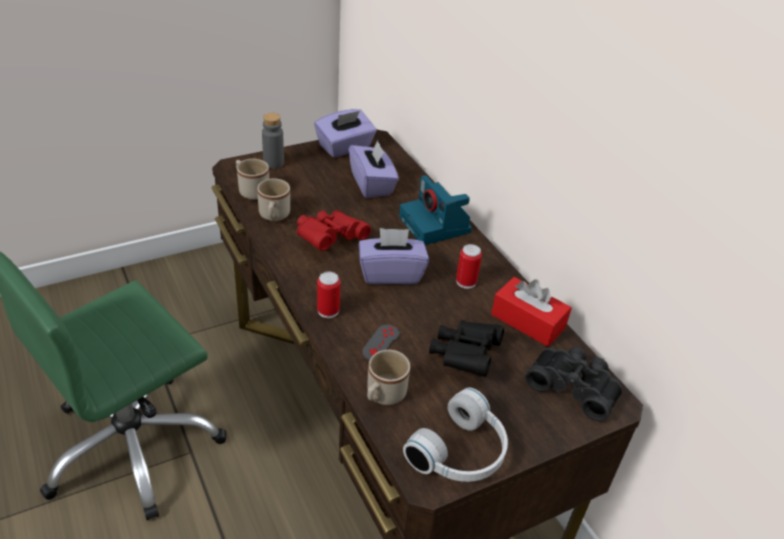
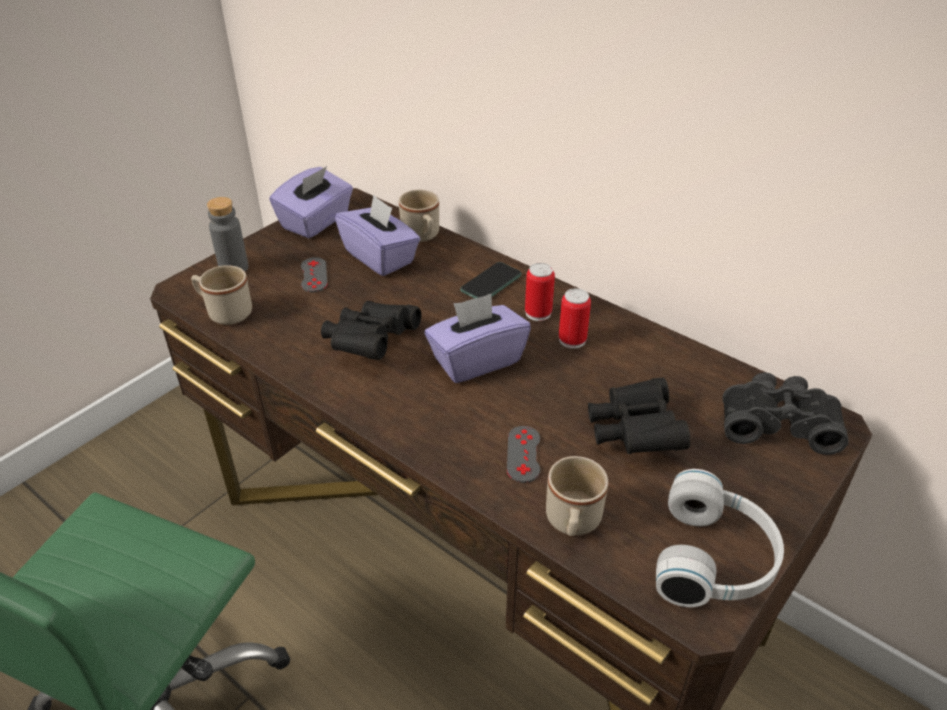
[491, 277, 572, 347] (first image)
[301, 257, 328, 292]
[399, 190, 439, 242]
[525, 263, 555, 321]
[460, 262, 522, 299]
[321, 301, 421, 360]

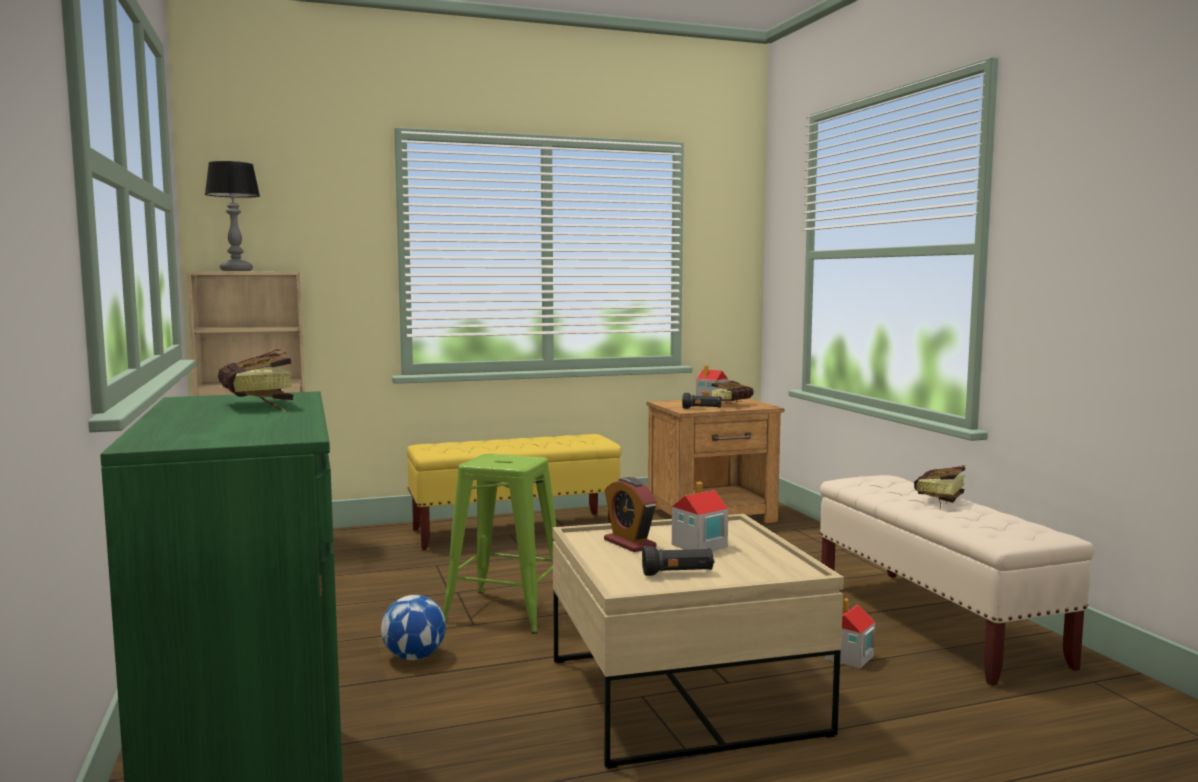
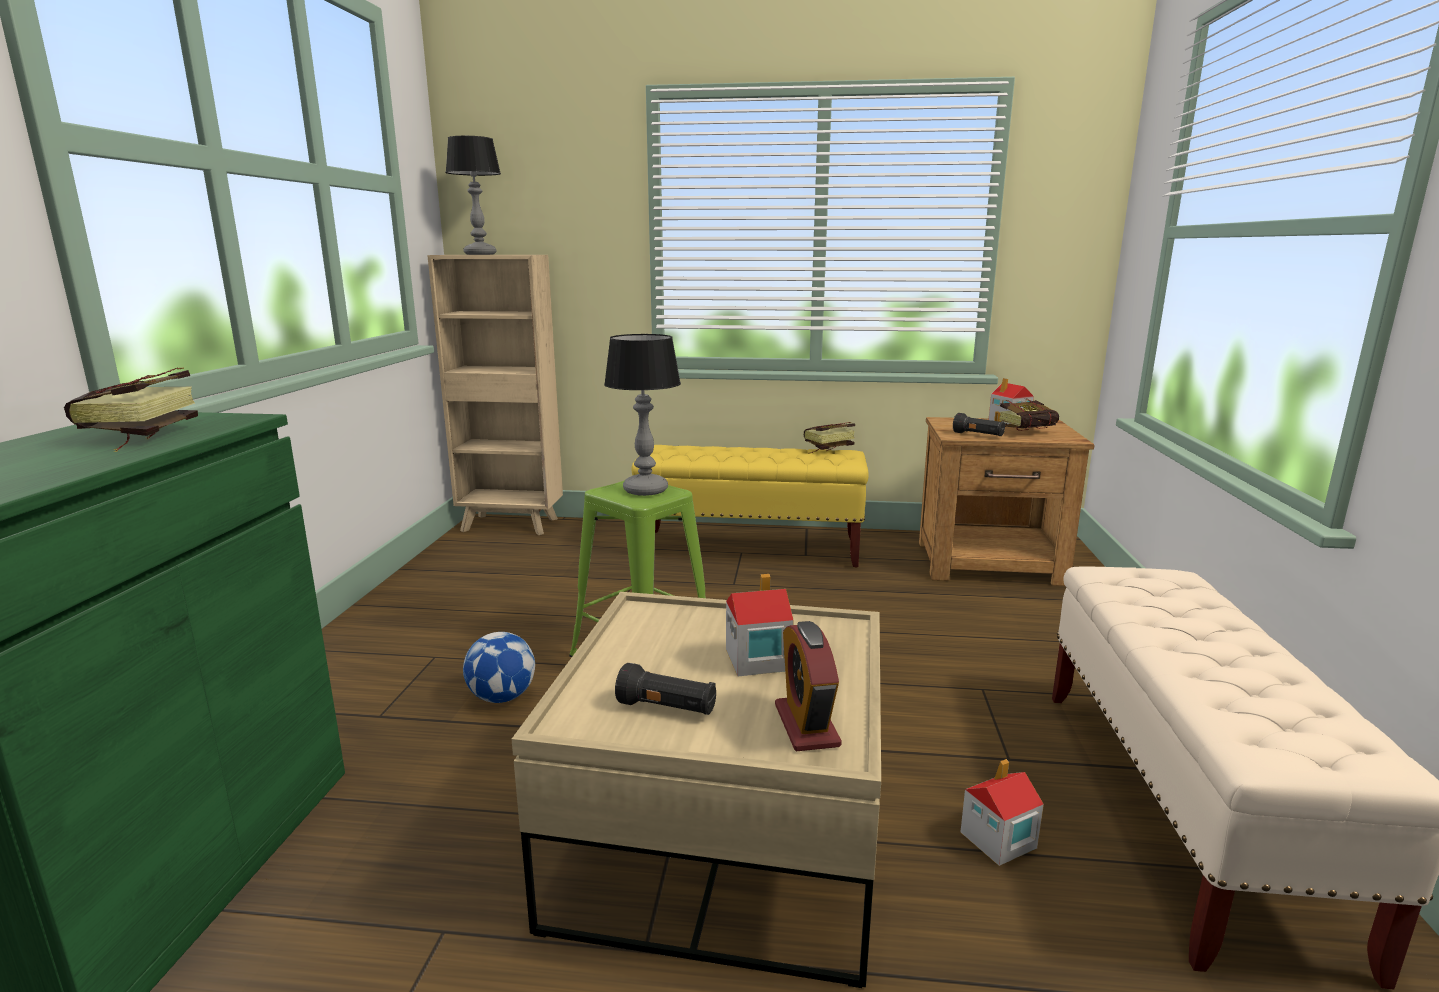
[604, 334, 681, 496]
[775, 621, 842, 751]
[804, 422, 855, 454]

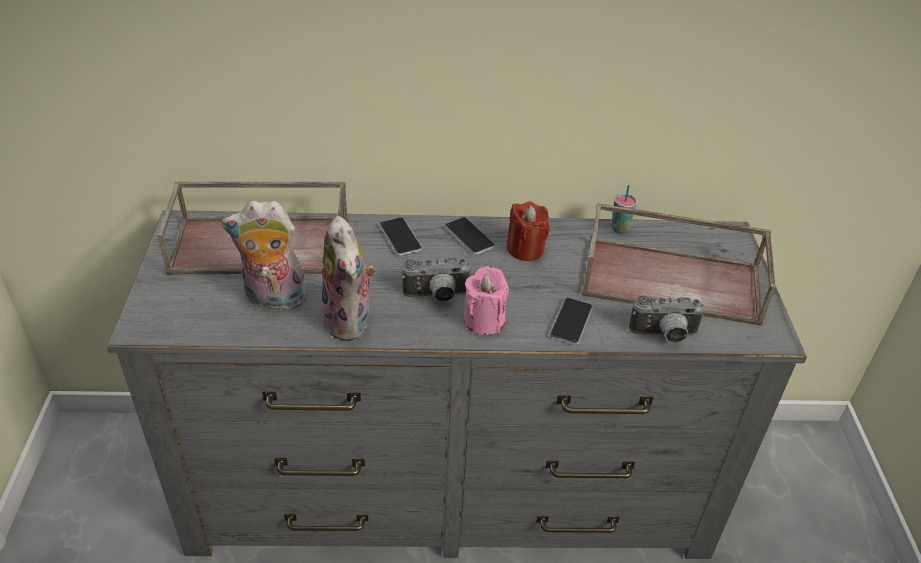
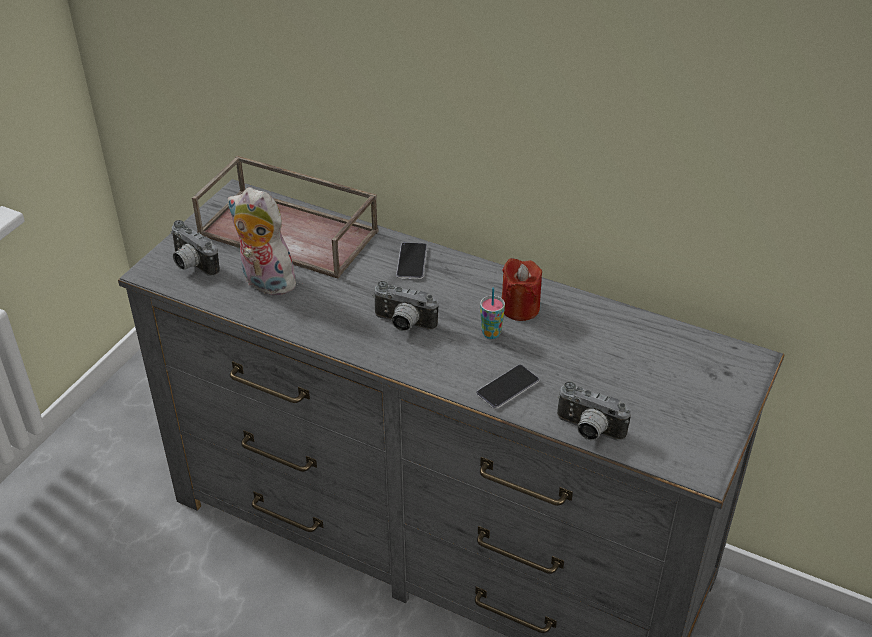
[321, 216, 376, 341] (first image)
[445, 217, 495, 255] (first image)
[464, 266, 509, 335] (first image)
[582, 203, 776, 326] (first image)
[171, 220, 220, 277]
[480, 287, 505, 339]

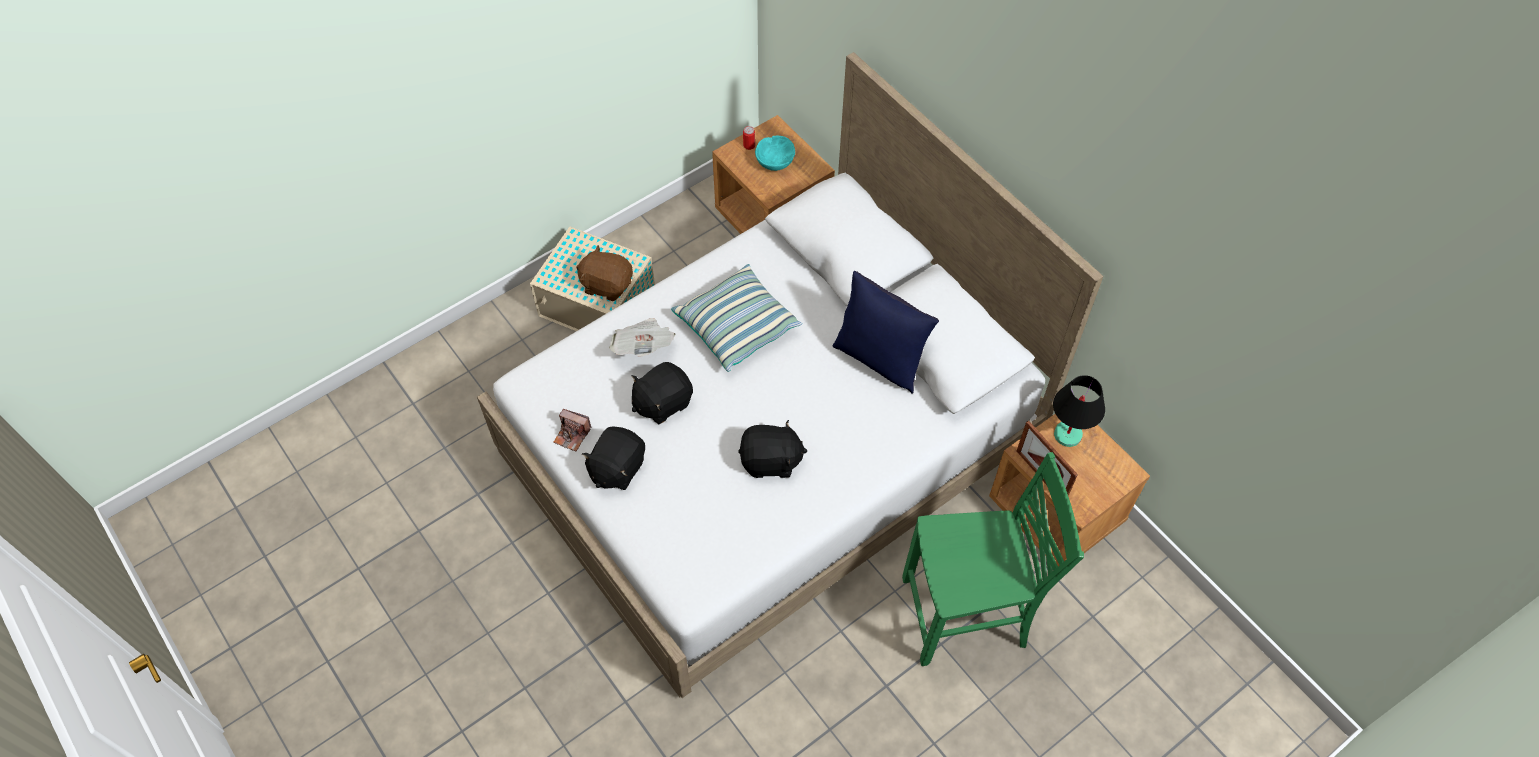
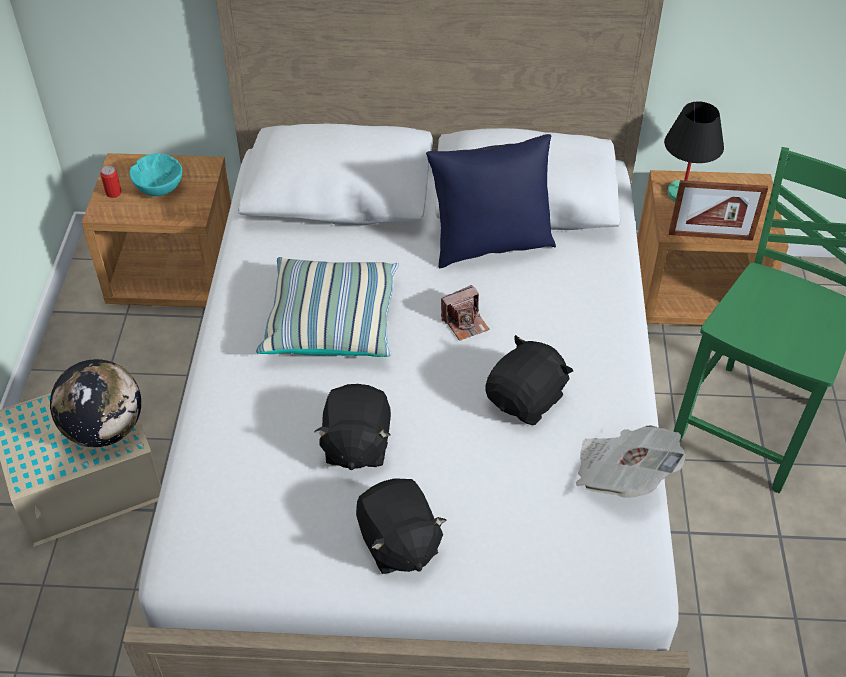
[441, 285, 489, 341]
[576, 425, 686, 498]
[50, 359, 141, 447]

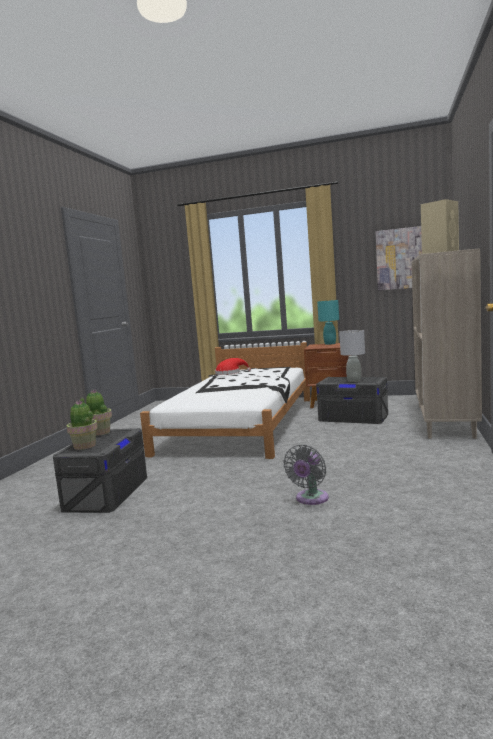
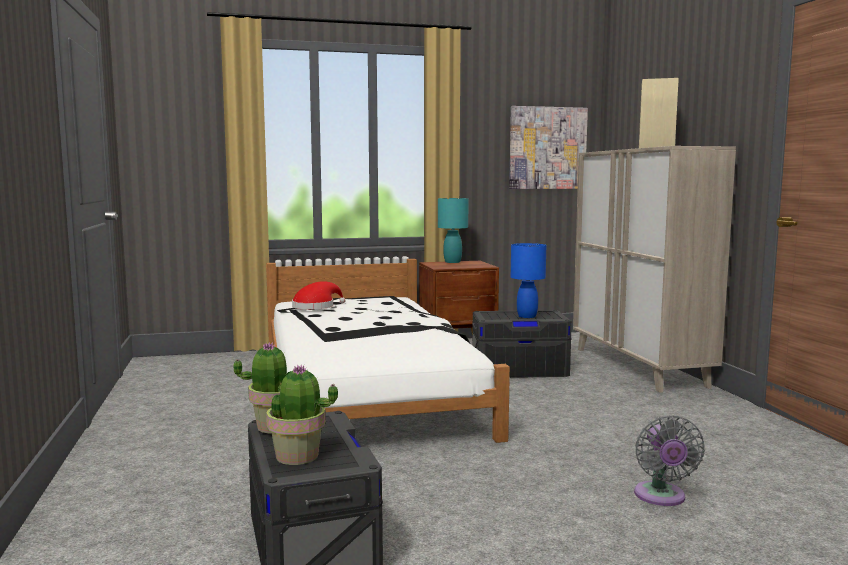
[511, 243, 546, 318]

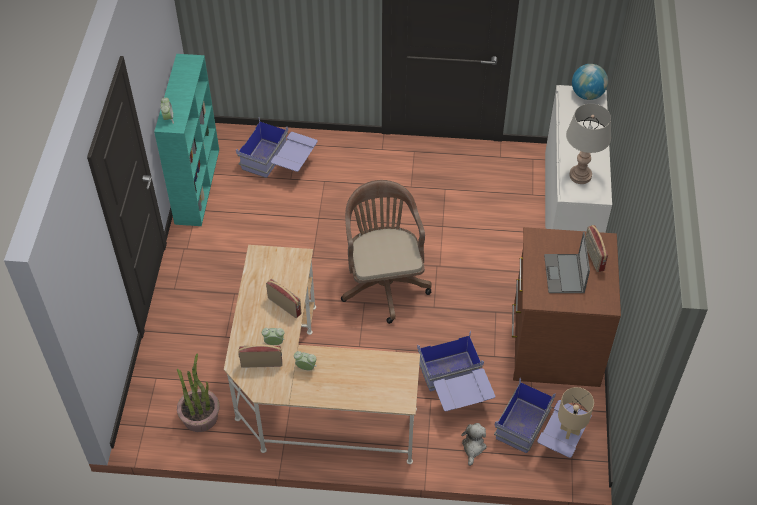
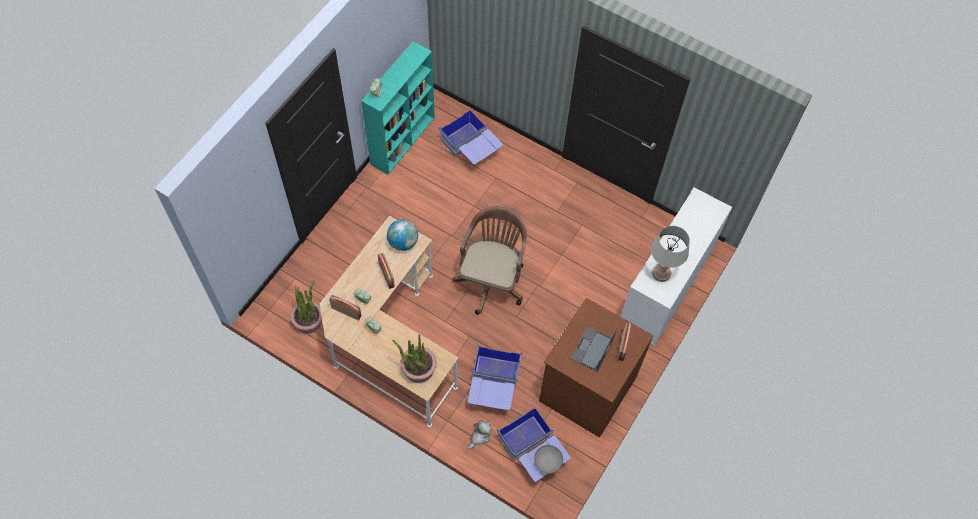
[392, 334, 437, 383]
[387, 219, 418, 251]
[534, 445, 563, 473]

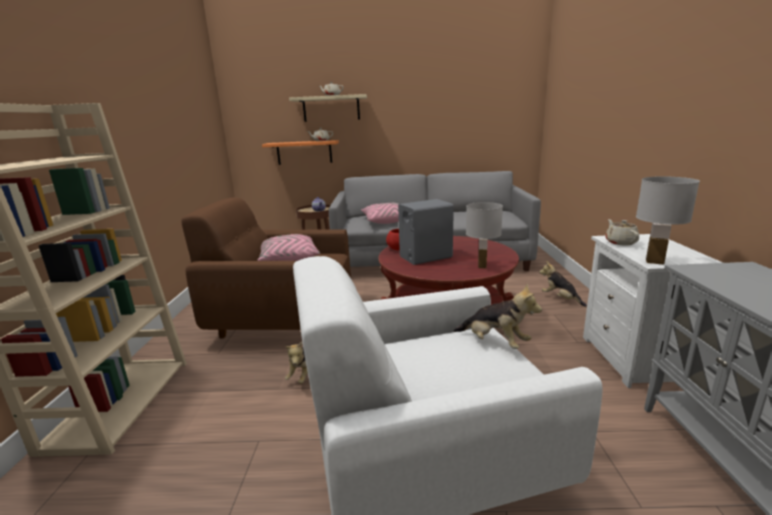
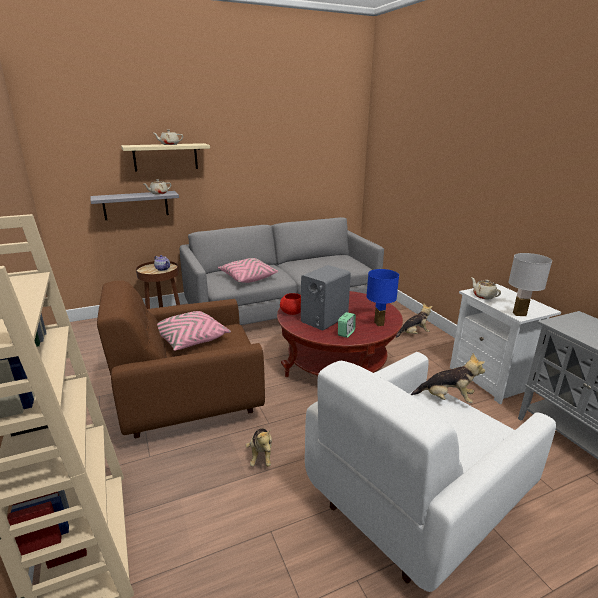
[338, 312, 356, 338]
[91, 191, 179, 220]
[366, 269, 399, 326]
[396, 303, 433, 338]

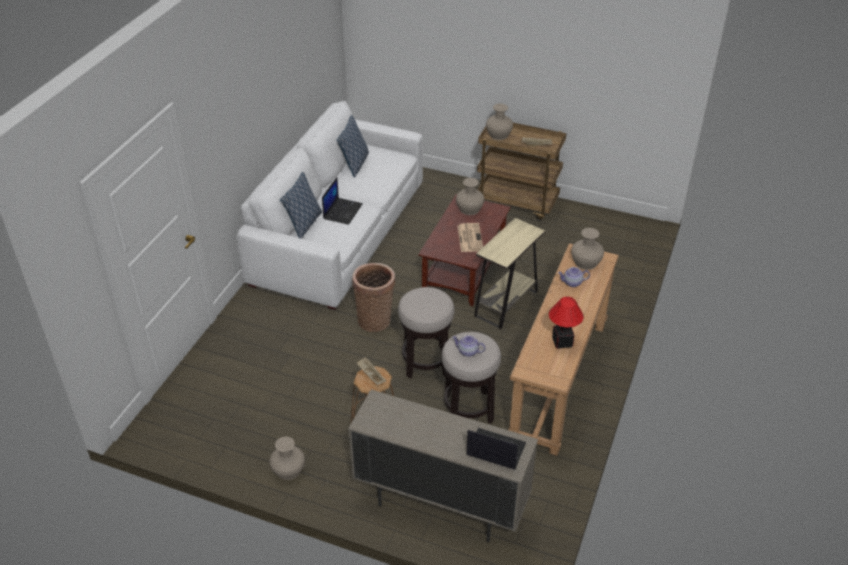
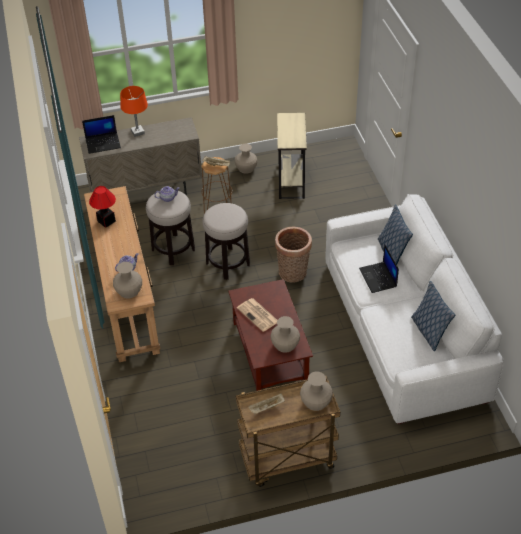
[120, 86, 148, 137]
[277, 113, 307, 199]

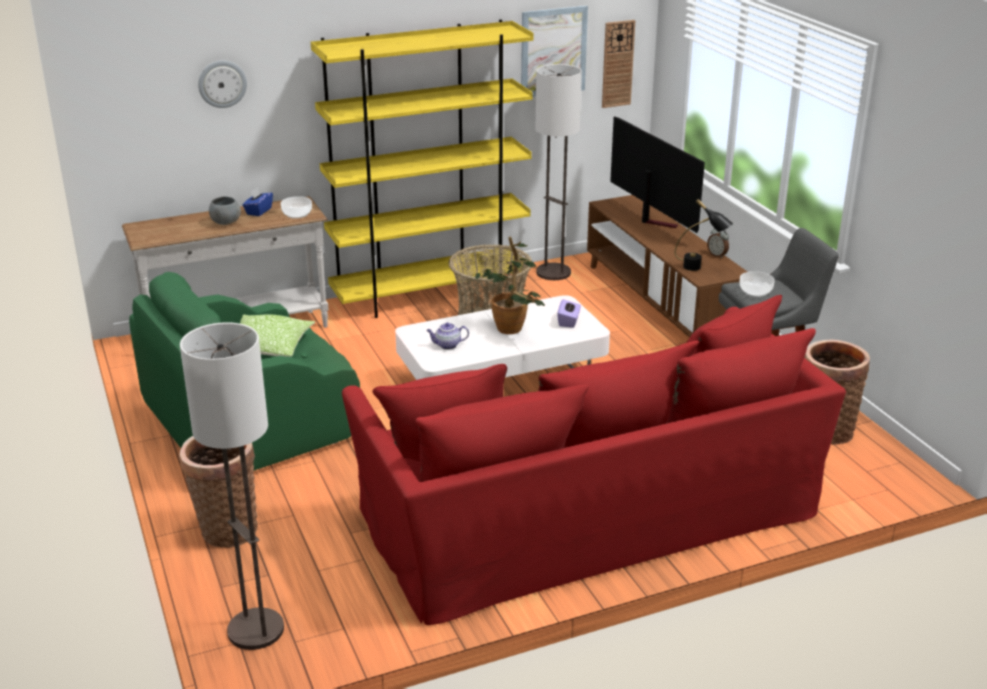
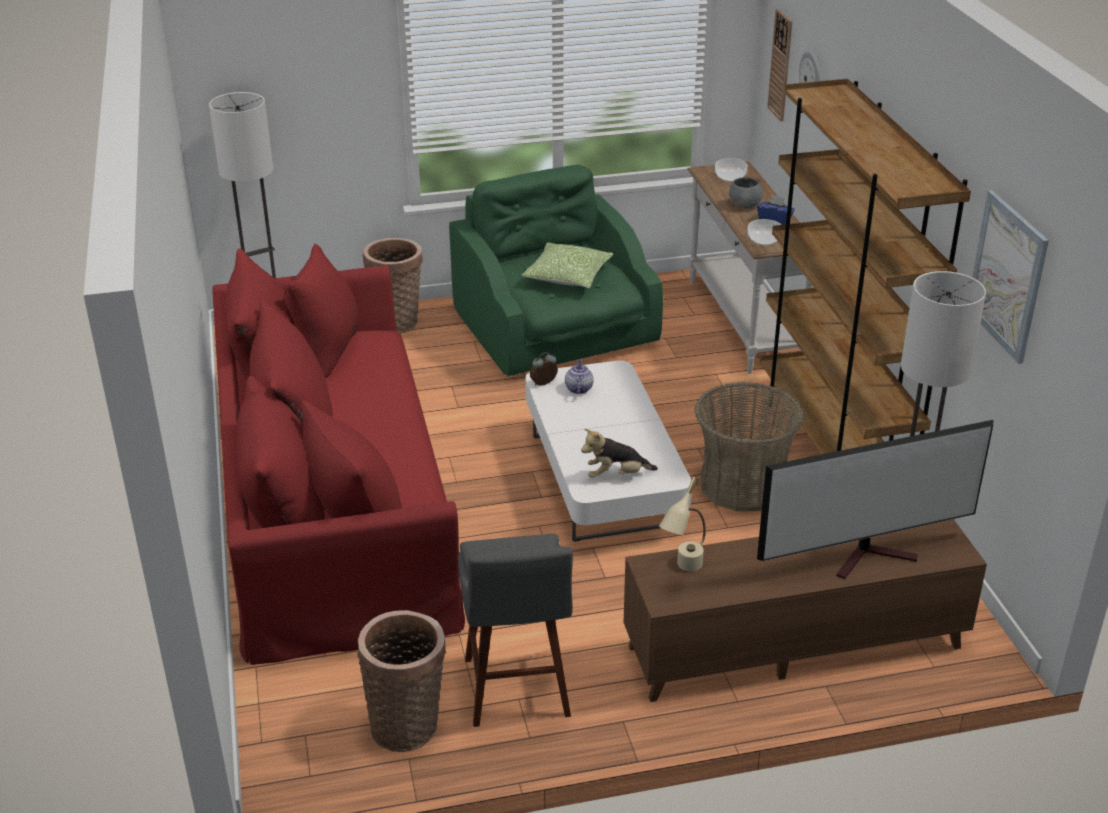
[475, 237, 545, 334] (first image)
[767, 9, 793, 122]
[530, 352, 558, 386]
[715, 158, 748, 182]
[581, 429, 658, 477]
[760, 79, 971, 455]
[659, 477, 706, 571]

